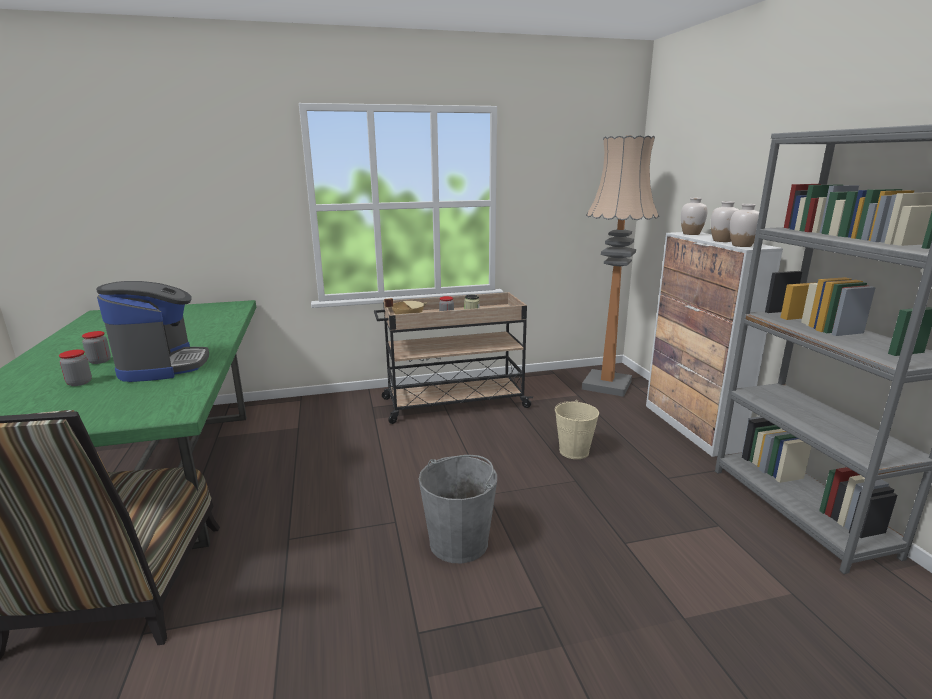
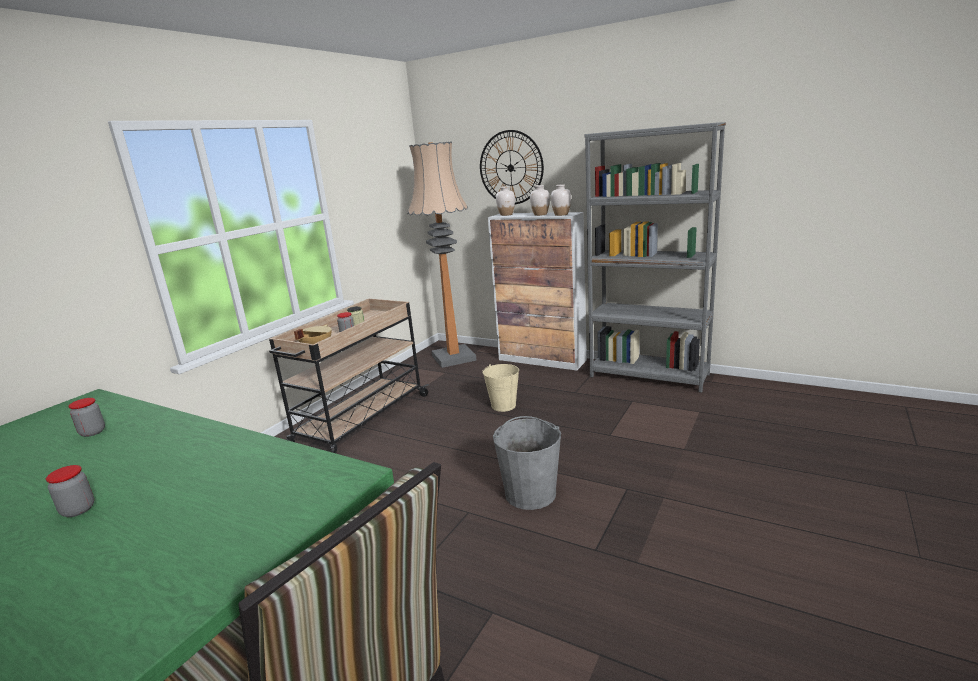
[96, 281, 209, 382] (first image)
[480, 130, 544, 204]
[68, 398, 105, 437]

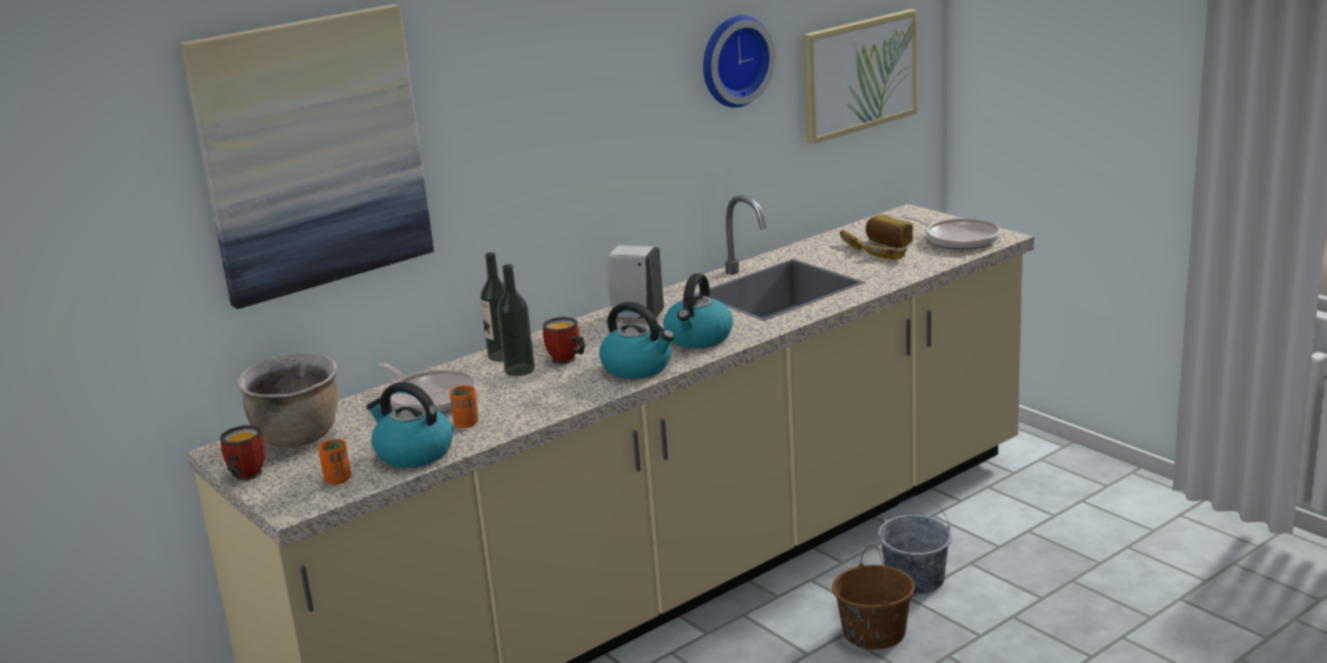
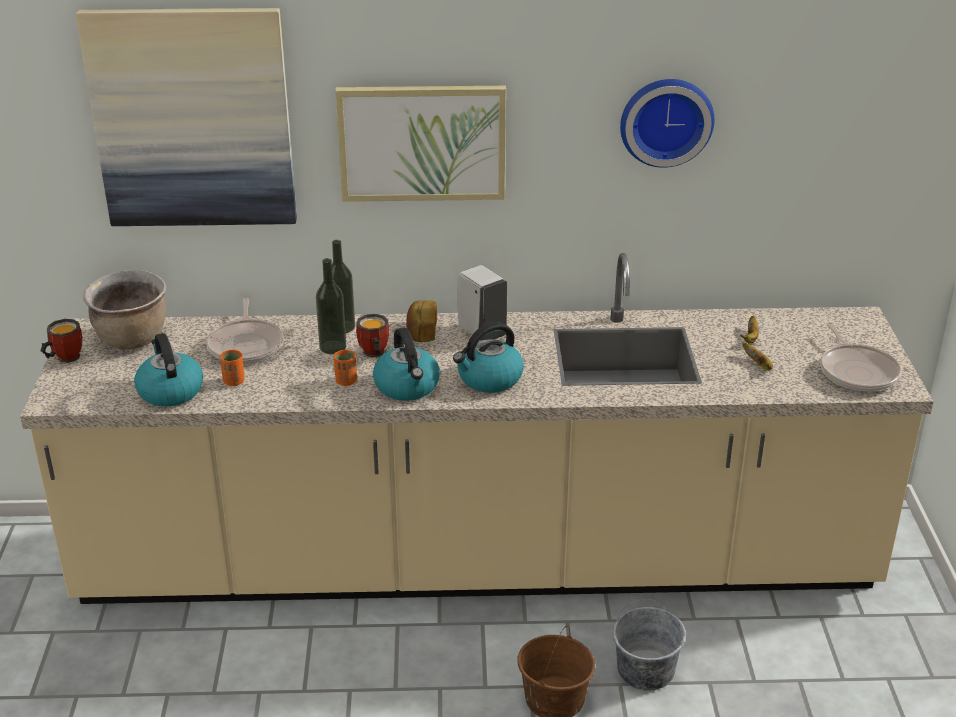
[334, 350, 357, 386]
[335, 86, 506, 202]
[406, 300, 437, 342]

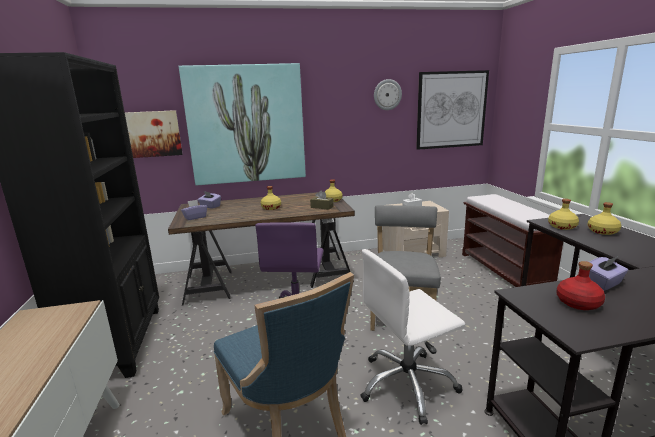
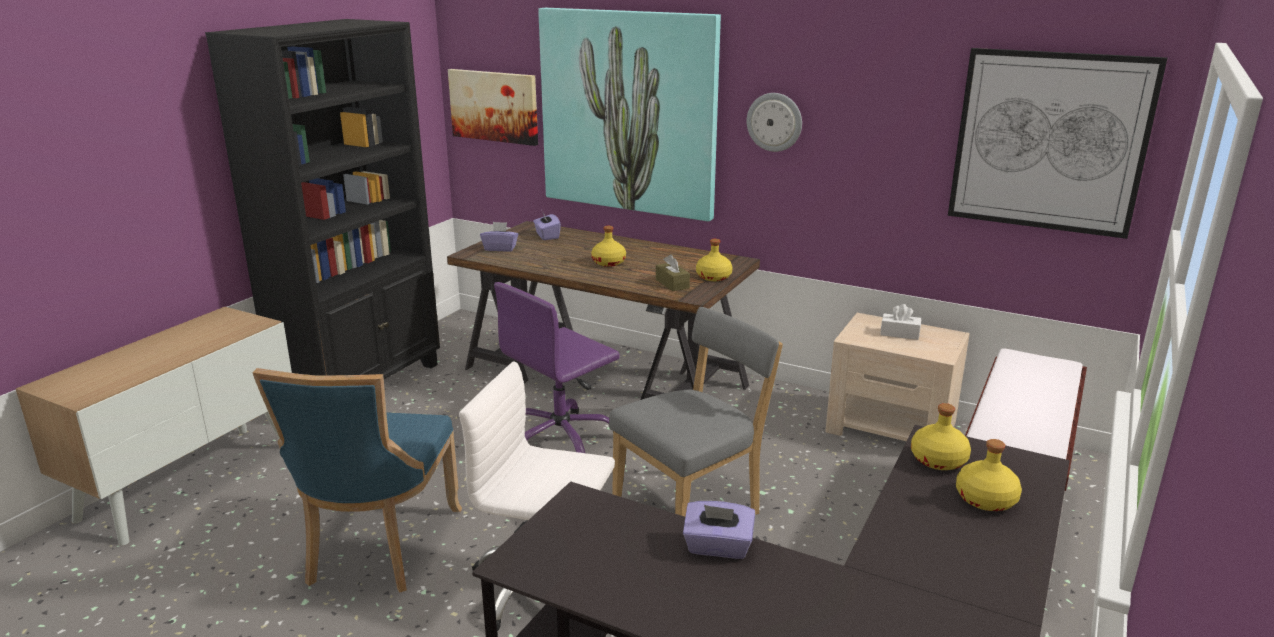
[556, 261, 605, 310] (first image)
[747, 93, 802, 152]

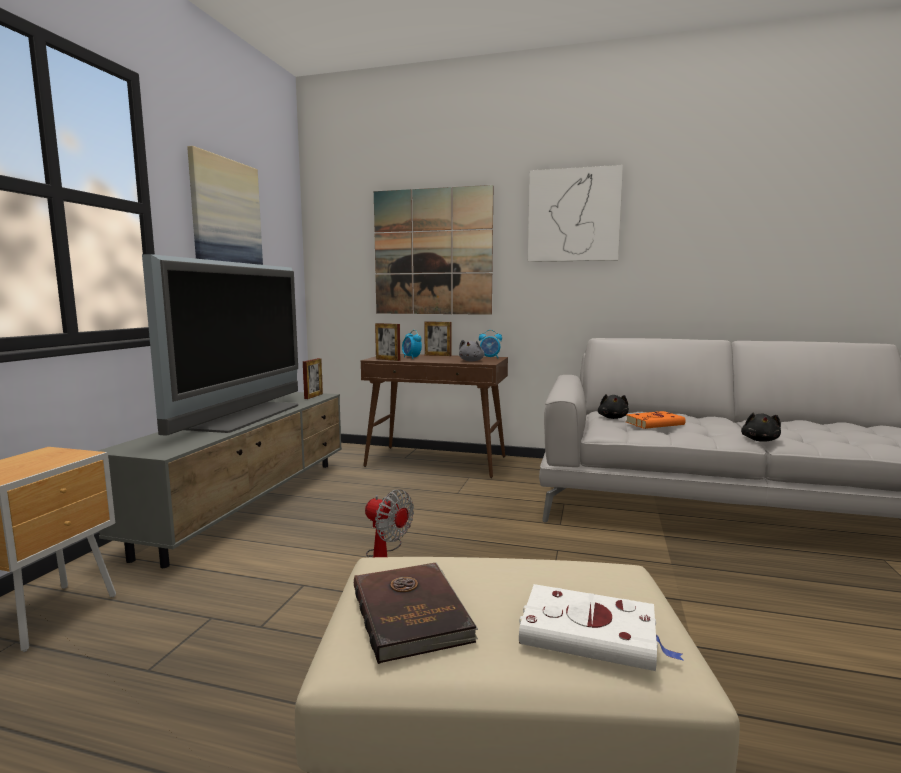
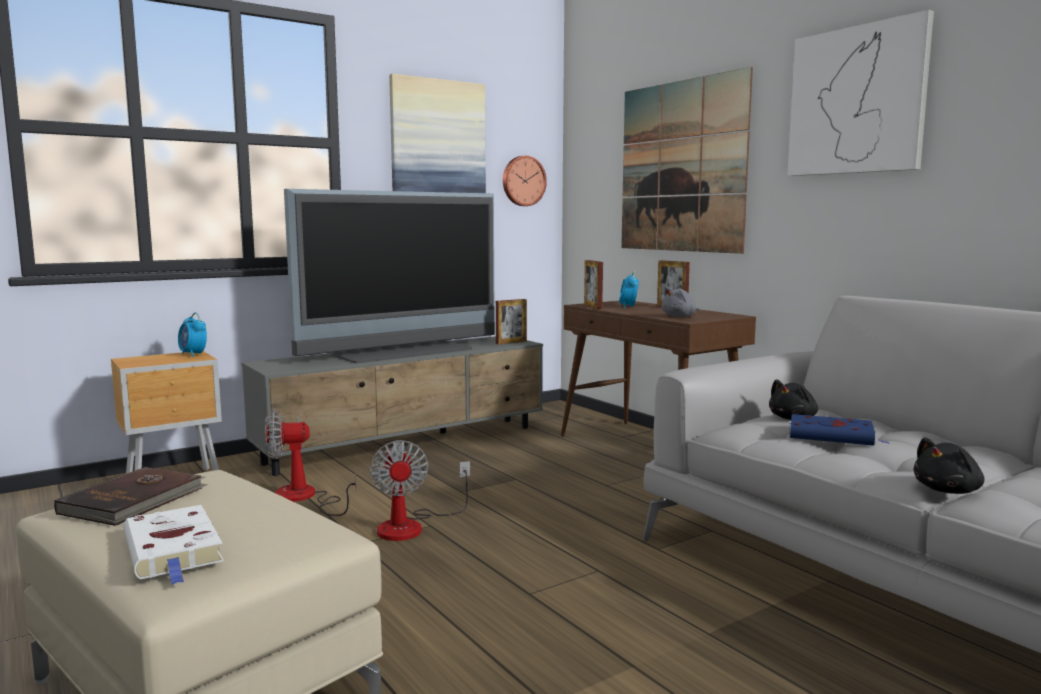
[265, 410, 356, 516]
[503, 156, 547, 206]
[178, 312, 207, 357]
[789, 414, 888, 446]

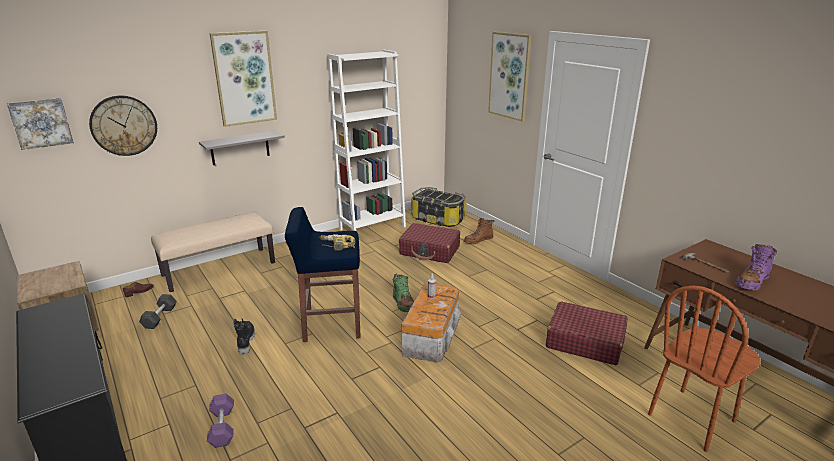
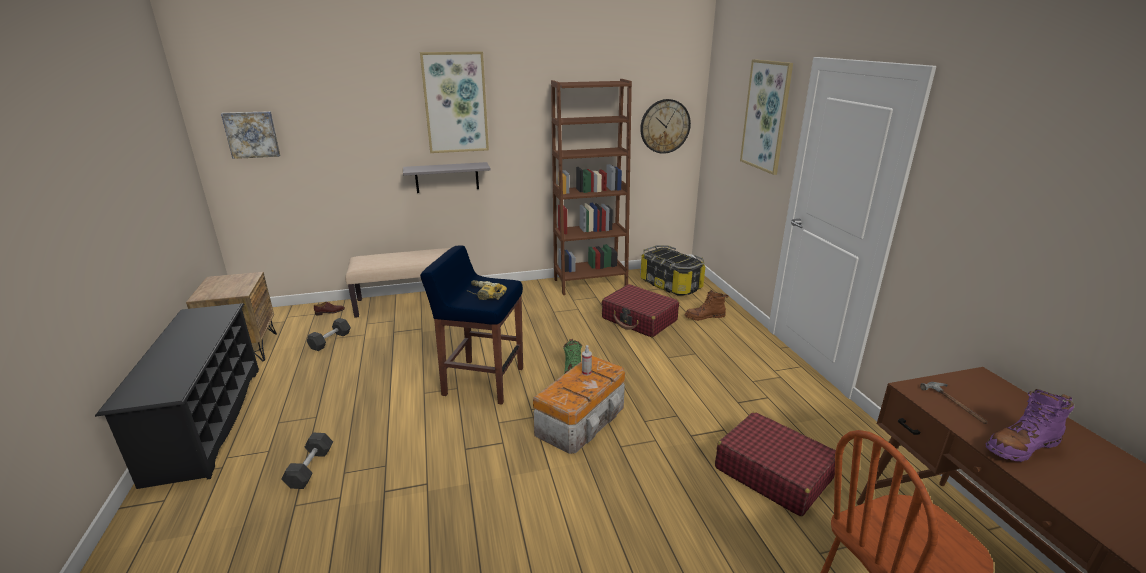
[234, 319, 255, 355] (first image)
[640, 99, 691, 154]
[282, 433, 333, 489]
[551, 79, 632, 295]

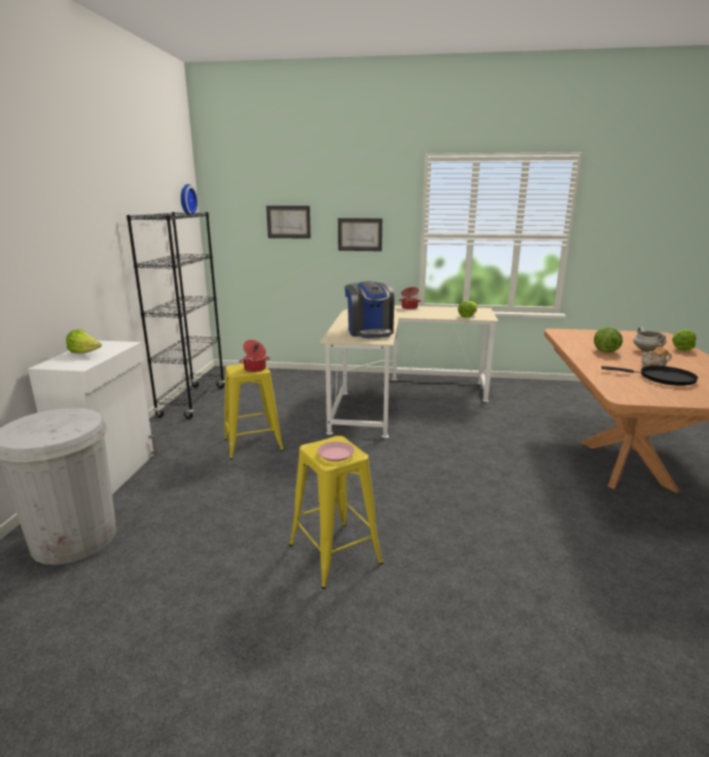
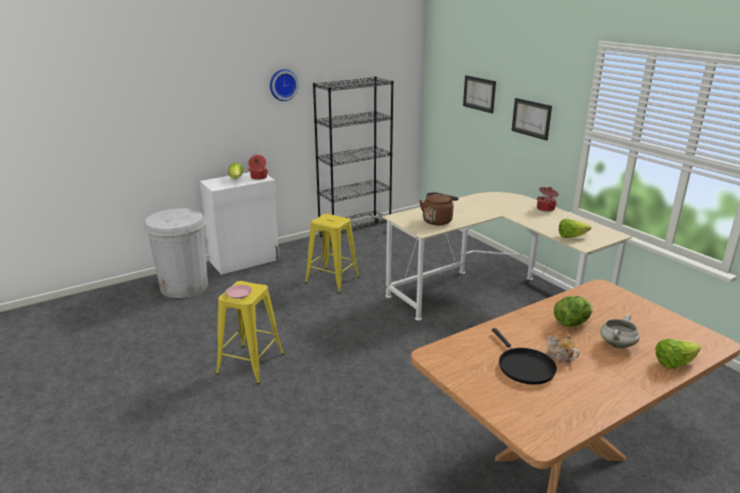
[270, 69, 299, 101]
[248, 155, 269, 180]
[419, 192, 458, 225]

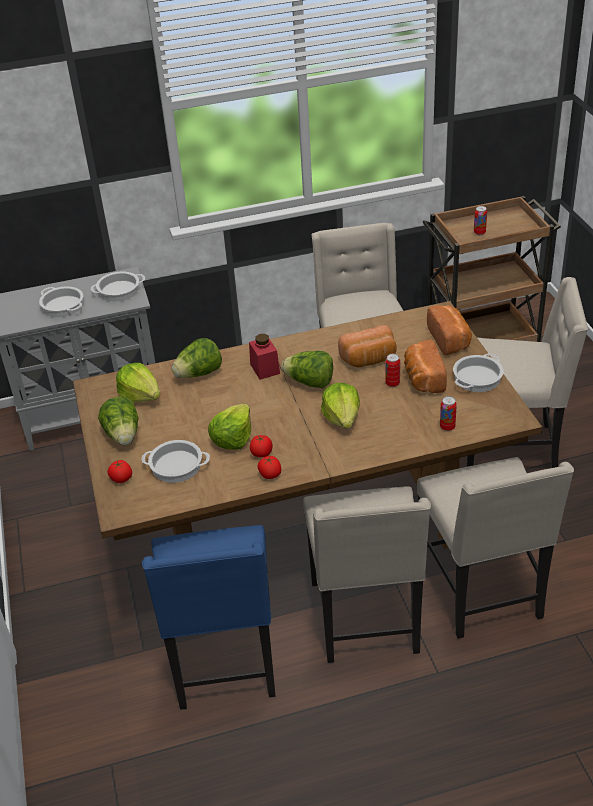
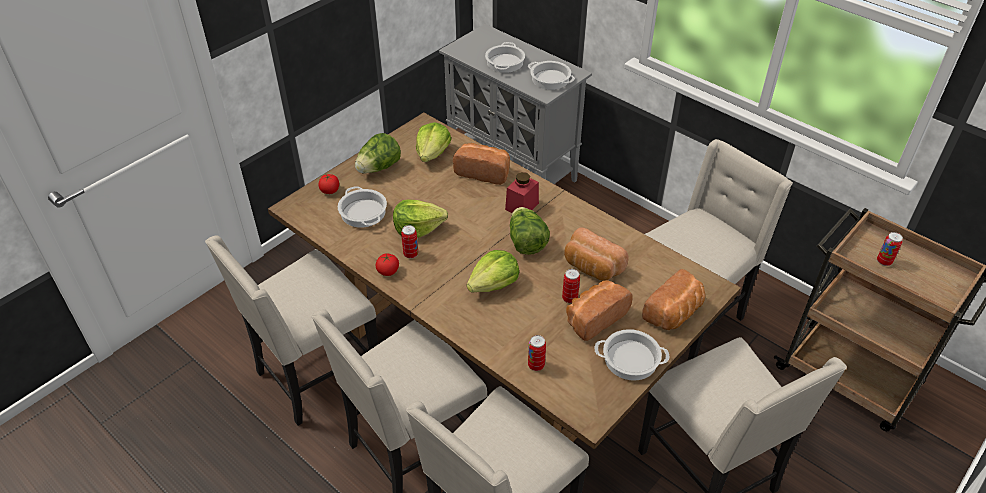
[453, 143, 510, 185]
[401, 225, 418, 259]
[205, 235, 378, 426]

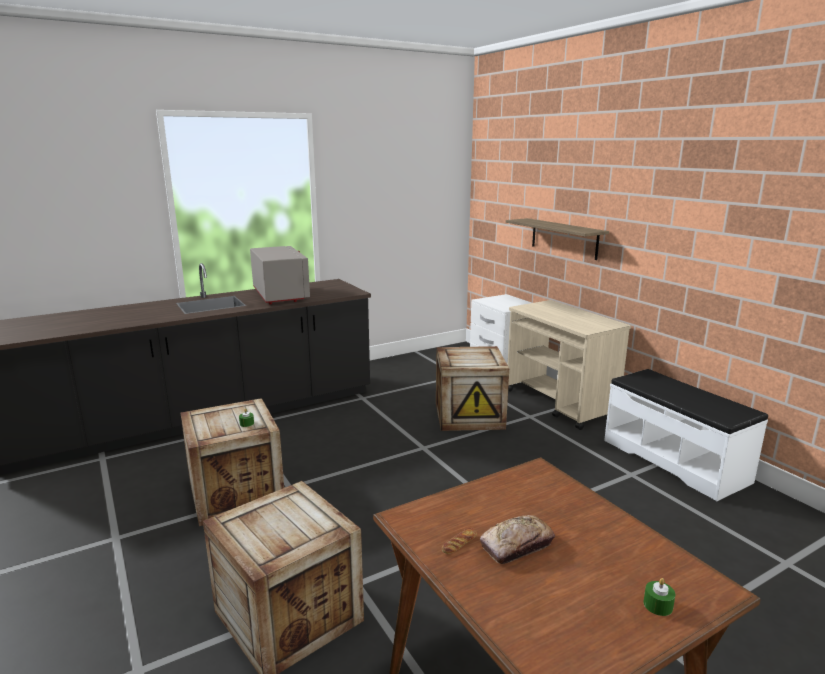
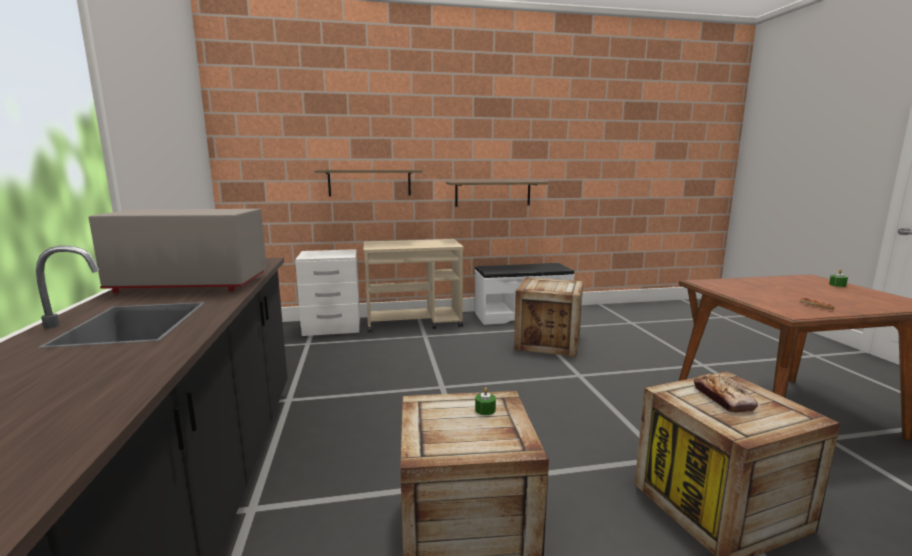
[446, 181, 548, 207]
[514, 277, 583, 357]
[694, 374, 758, 413]

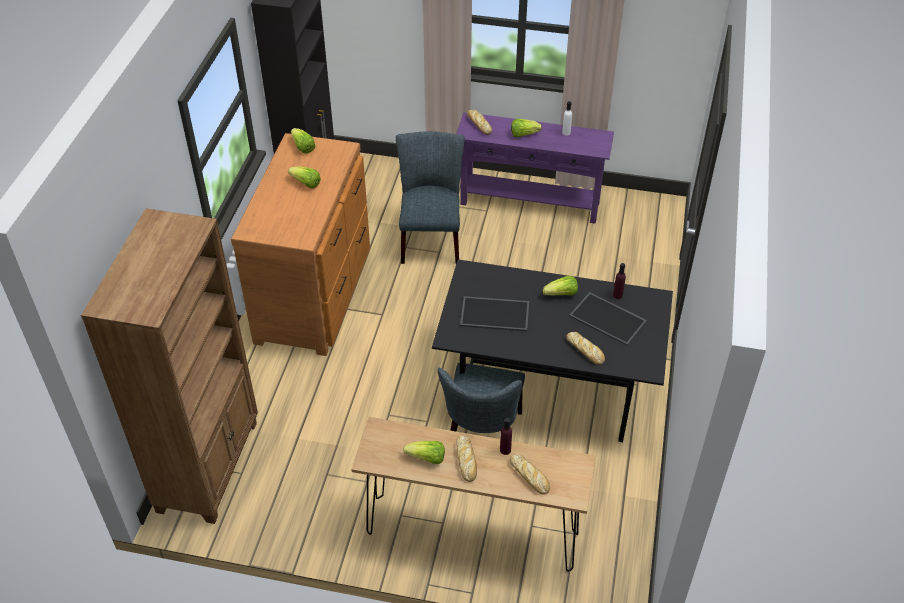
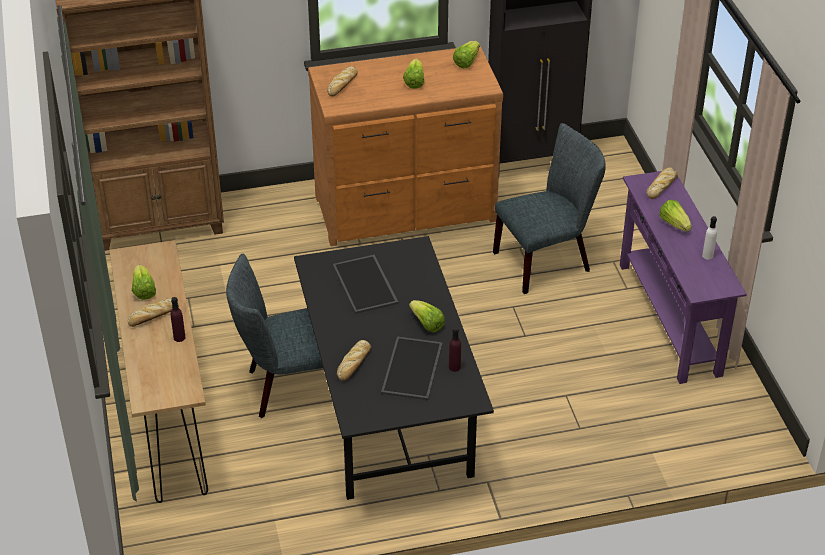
[327, 66, 358, 96]

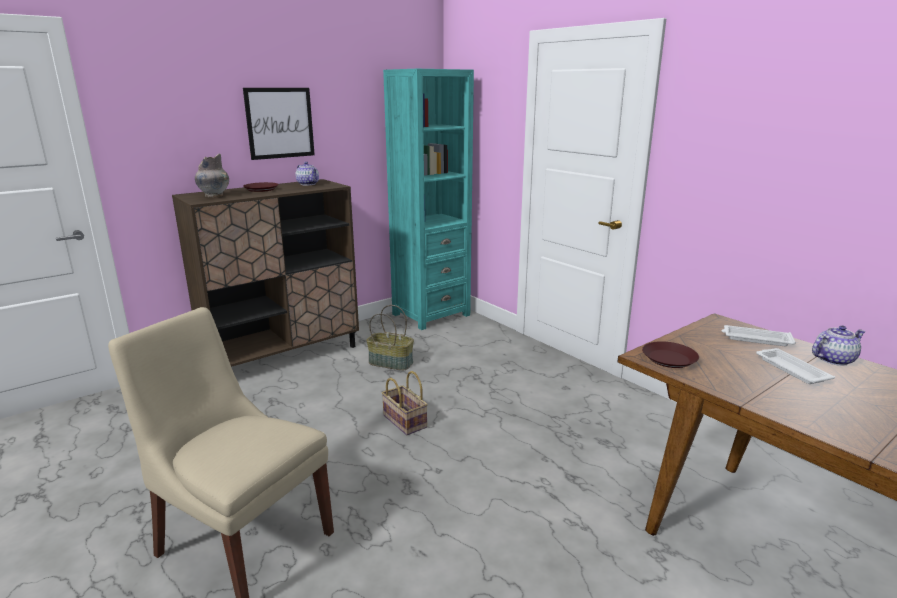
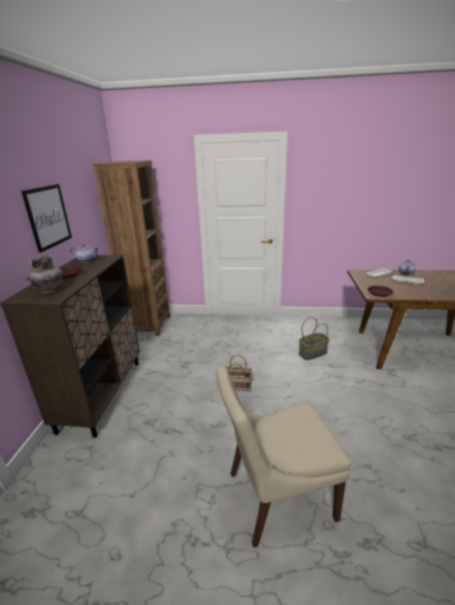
[299, 317, 329, 360]
[93, 160, 170, 336]

